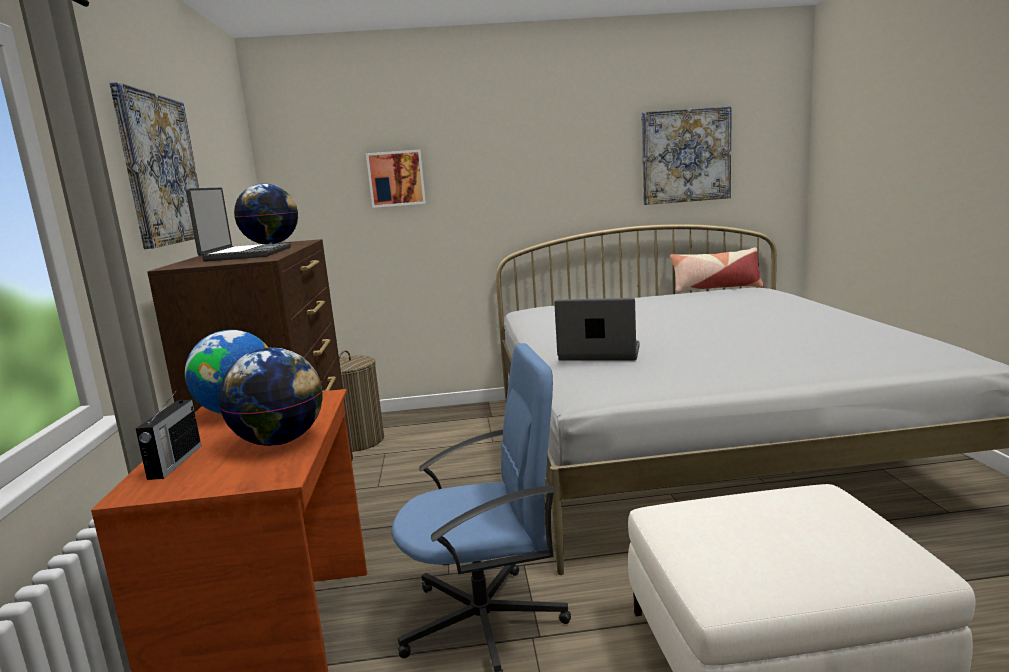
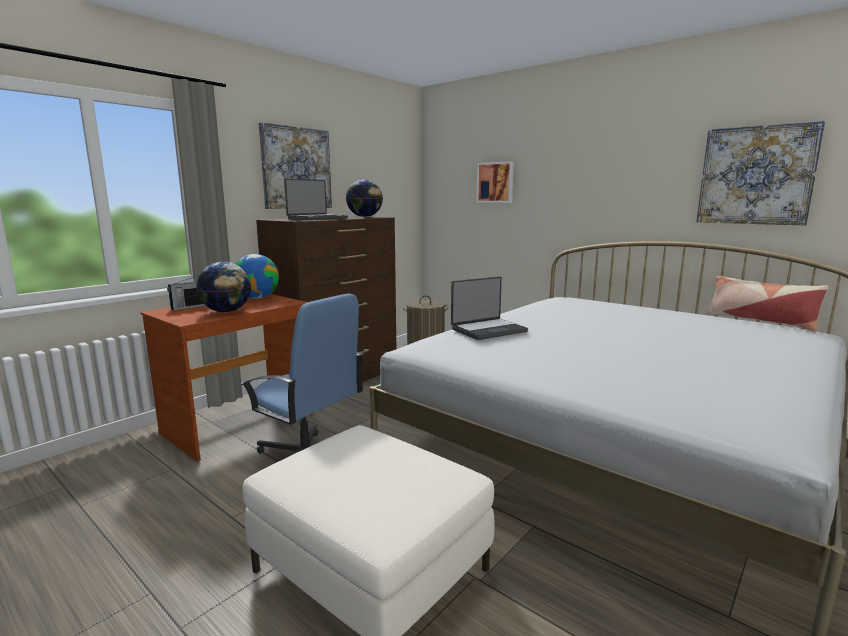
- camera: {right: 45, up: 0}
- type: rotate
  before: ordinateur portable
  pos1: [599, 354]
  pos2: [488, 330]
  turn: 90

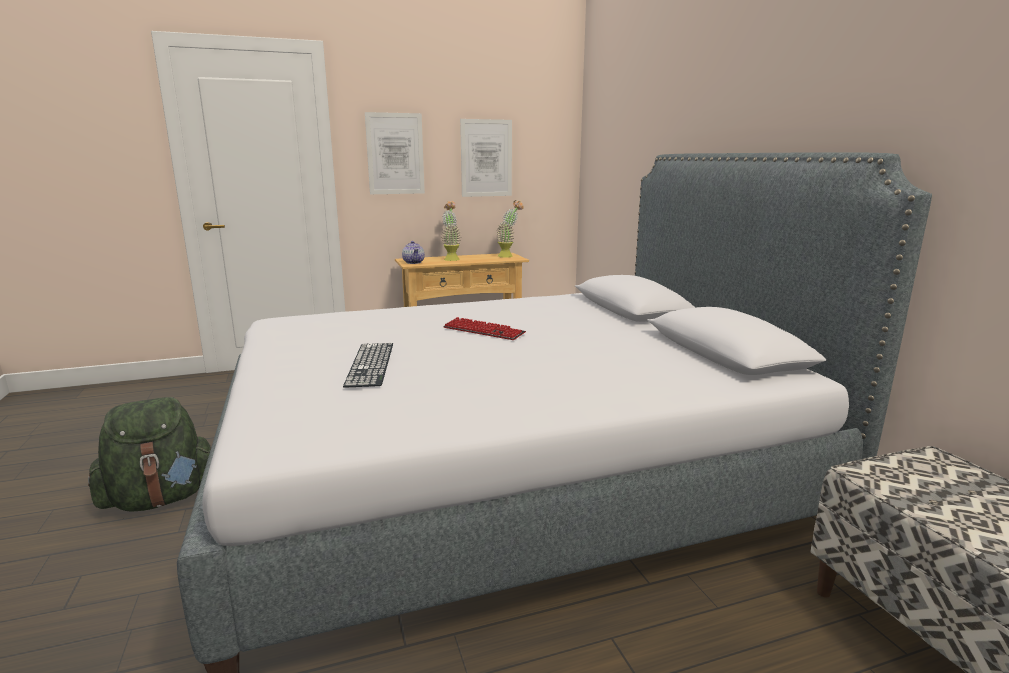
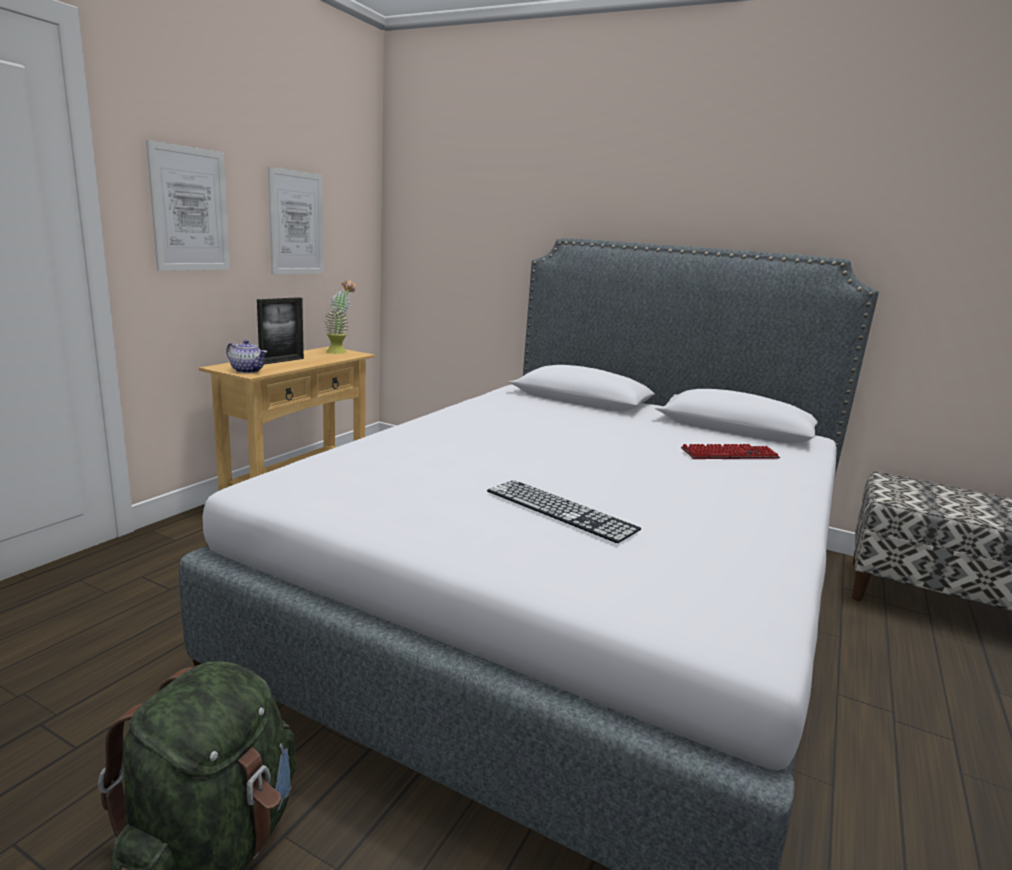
- camera: {right: -45, up: 0}
- type: replace
  before: plante en pot
  after: cadre photo
  pos1: [451, 259]
  pos2: [282, 361]
- type: move
  before: clavier
  pos1: [483, 331]
  pos2: [729, 454]

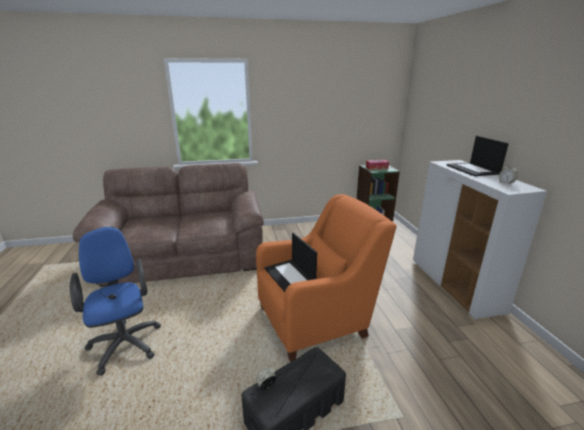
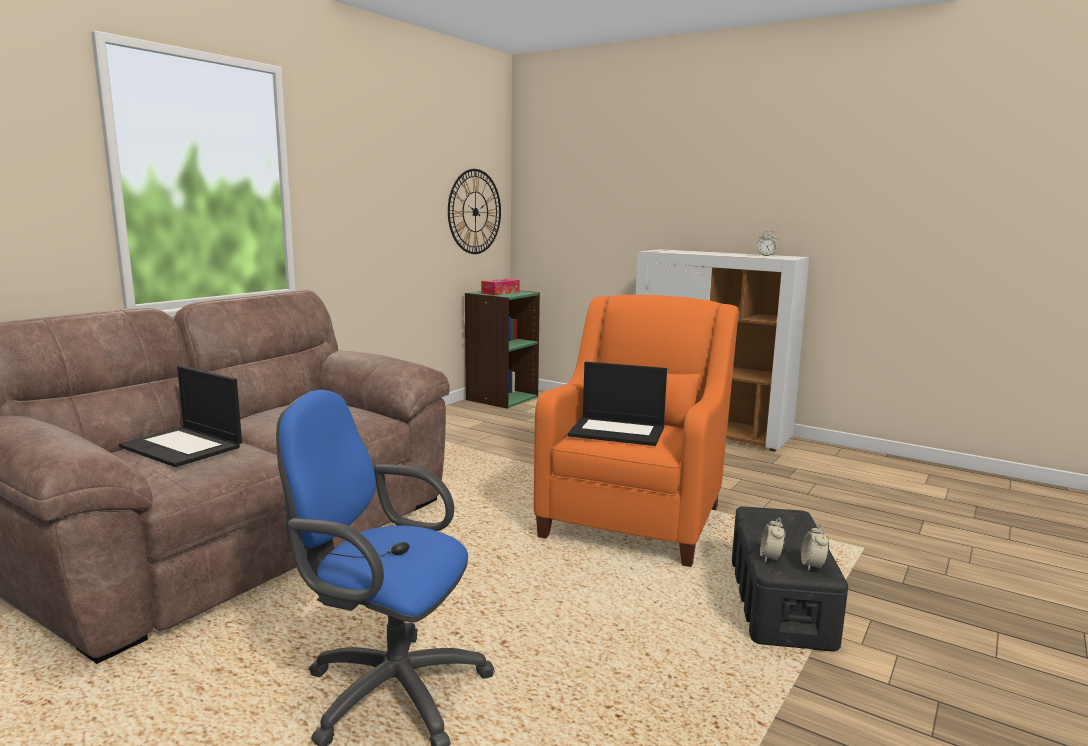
- camera: {right: -45, up: -10}
- type: move
  before: ordinateur portable
  pos1: [473, 169]
  pos2: [183, 447]
- type: insert
  after: horloge murale
  pos2: [475, 212]
- type: insert
  after: réveil
  pos2: [813, 565]

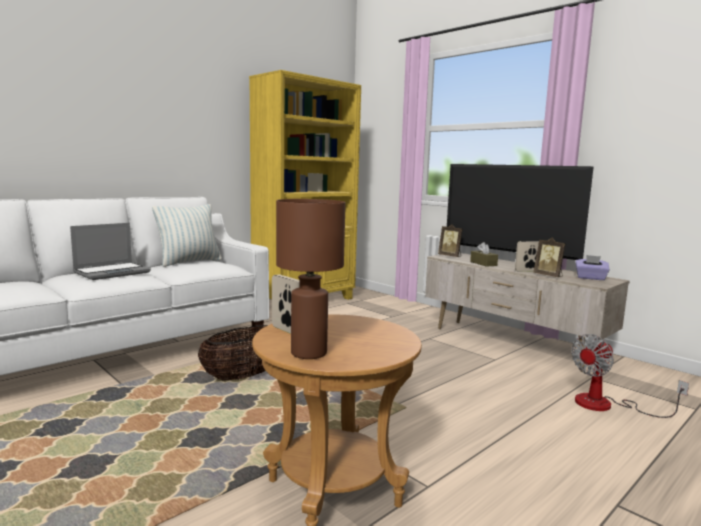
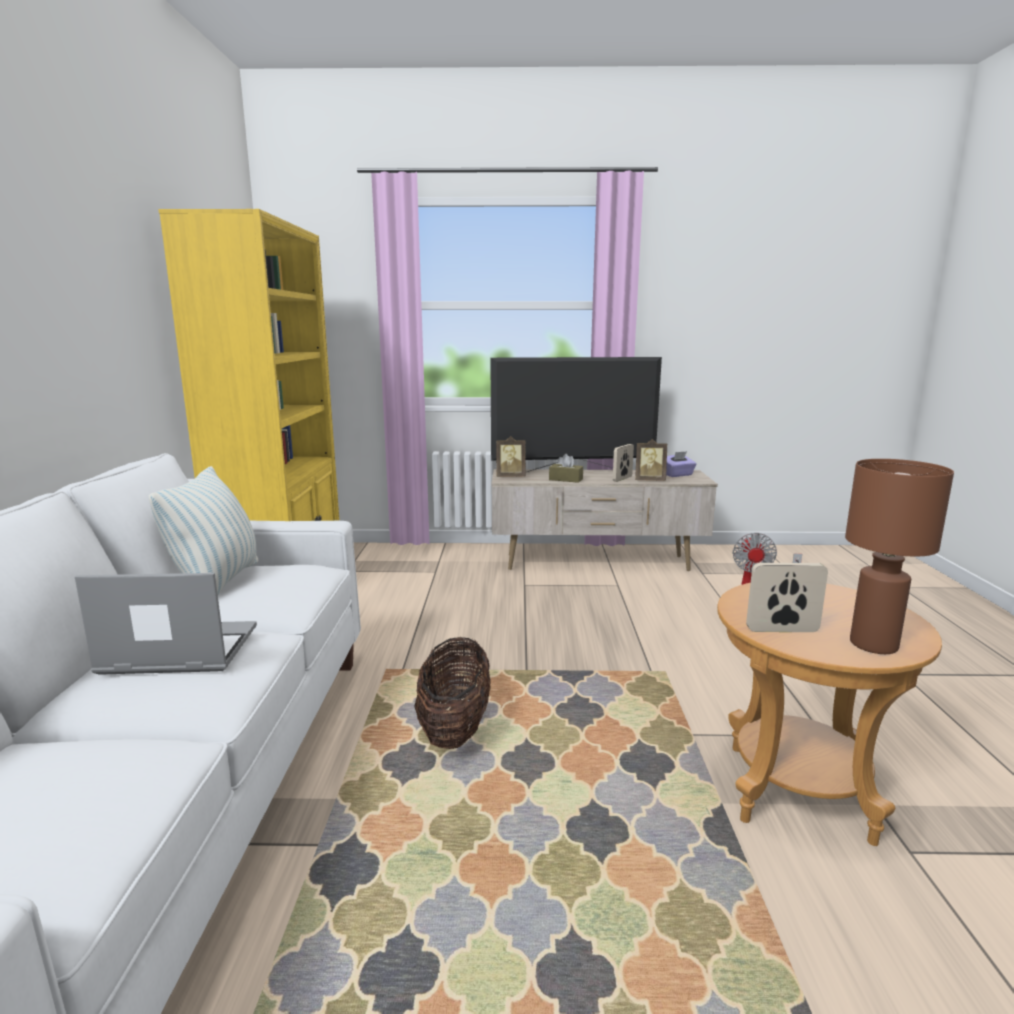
- camera: {right: -45, up: 5}
- type: rotate
  before: ordinateur portable
  pos1: [112, 272]
  pos2: [177, 652]
  turn: -90

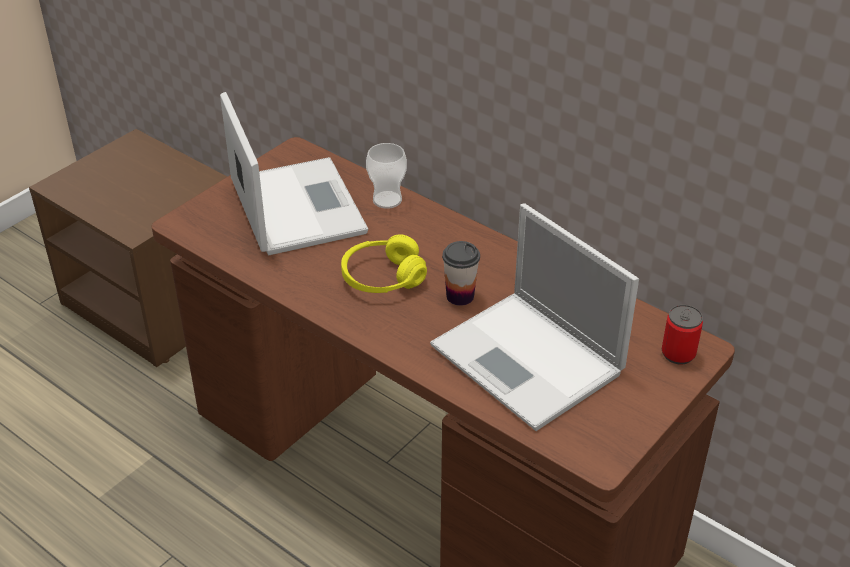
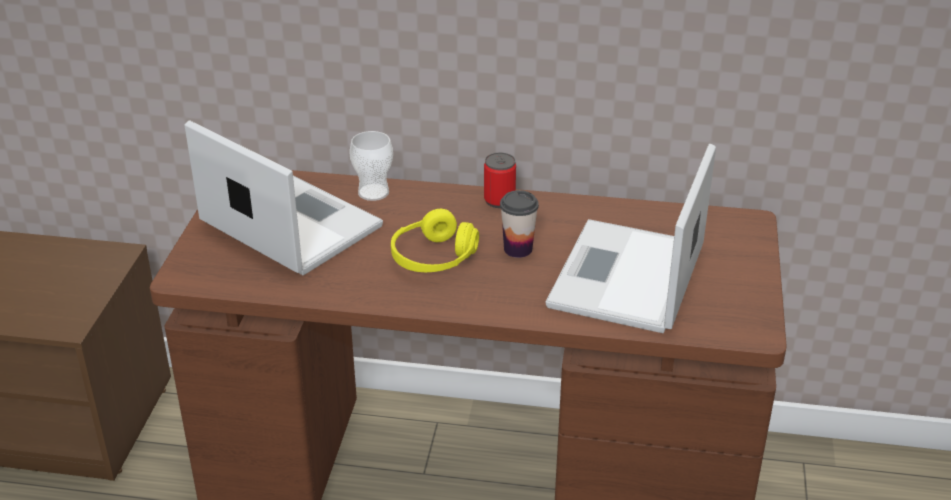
- camera: {right: -30, up: -5}
- type: rotate
  before: ordinateur portable
  pos1: [529, 361]
  pos2: [627, 279]
  turn: 90
- type: move
  before: boîte métallique
  pos1: [678, 353]
  pos2: [499, 200]

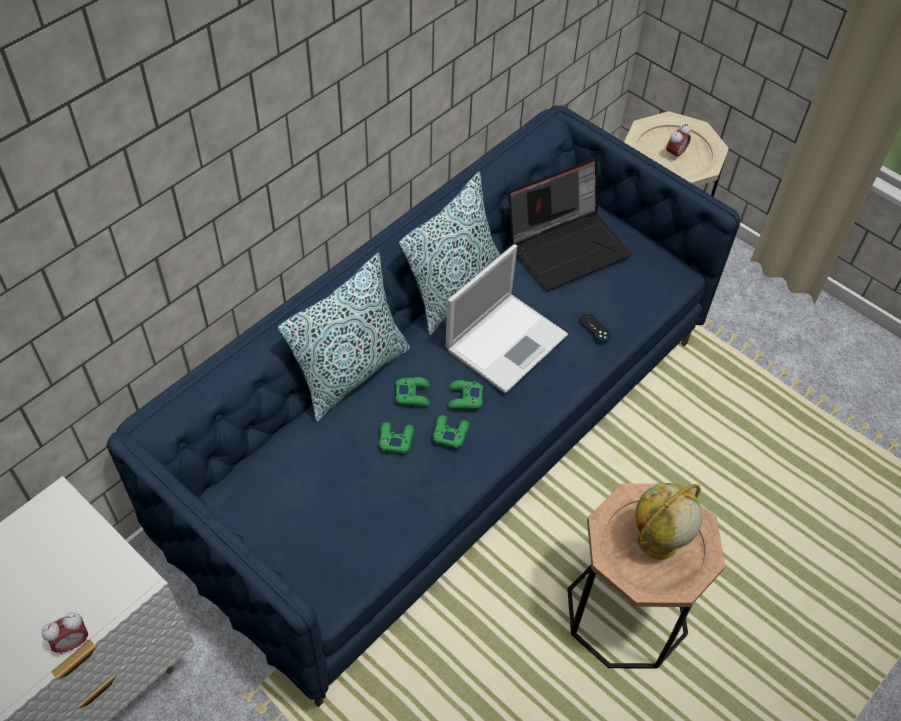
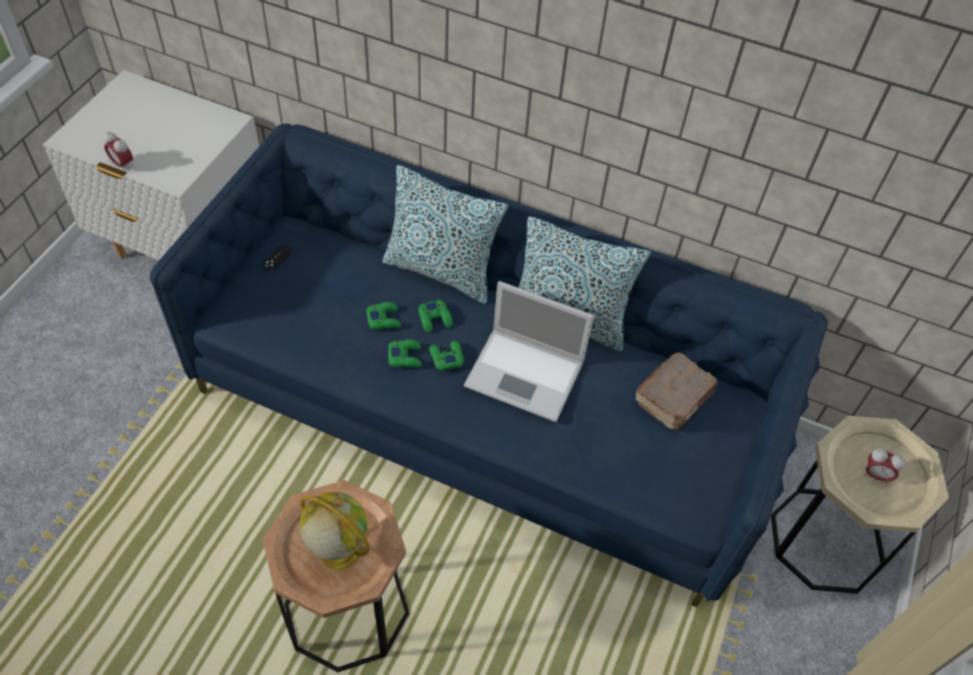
- camera: {right: 70, up: 0}
- type: replace
  before: ordinateur portable
  after: livre (marron)
  pos1: [568, 246]
  pos2: [674, 398]
- type: move
  before: manette (noir)
  pos1: [595, 328]
  pos2: [276, 258]

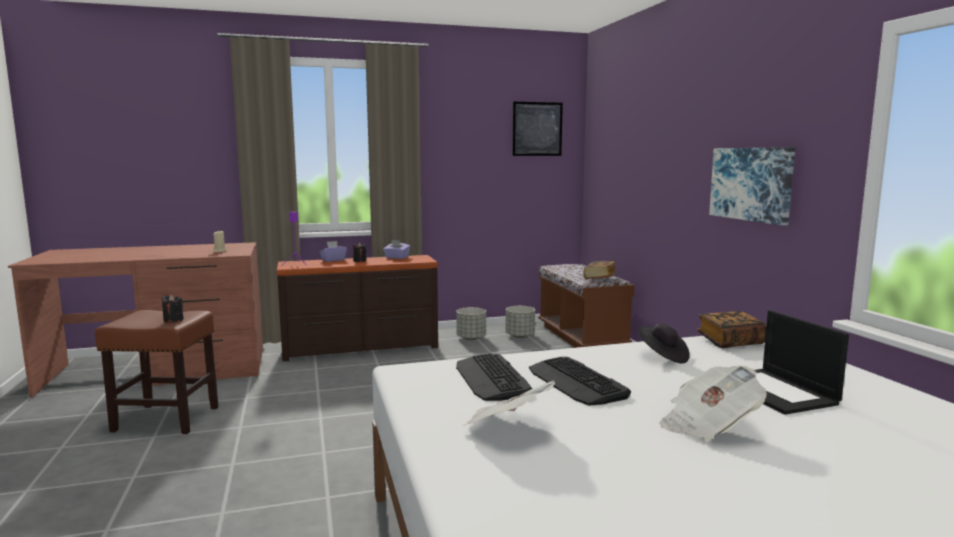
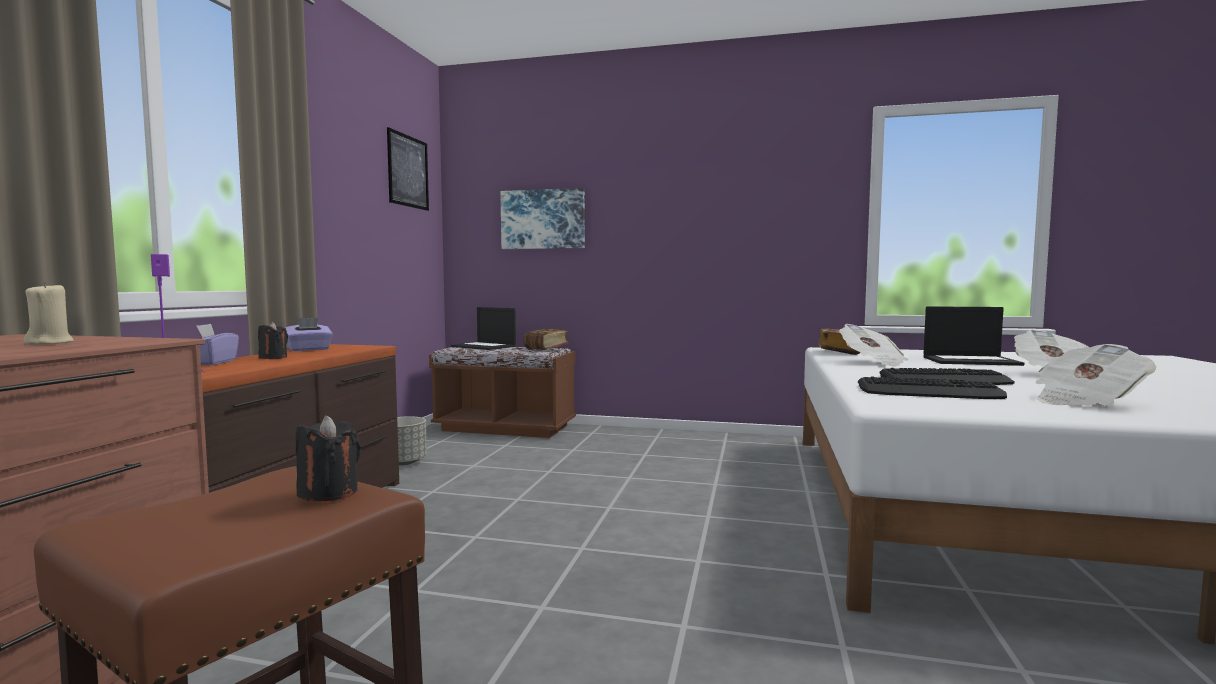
- camera: {right: -60, up: -5}
- type: move
  before: tableau
  pos1: [751, 184]
  pos2: [543, 219]
- type: delete
  before: cache-pot (gris)
  pos1: [520, 336]
- type: replace
  before: chapeau (noir)
  after: journal
  pos1: [662, 356]
  pos2: [872, 362]
- type: insert
  after: ordinateur portable
  pos2: [484, 346]

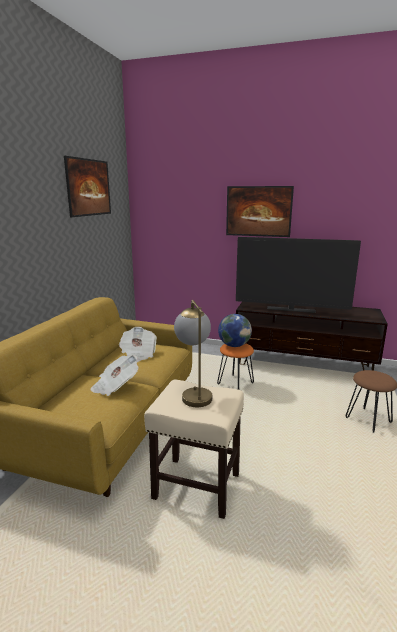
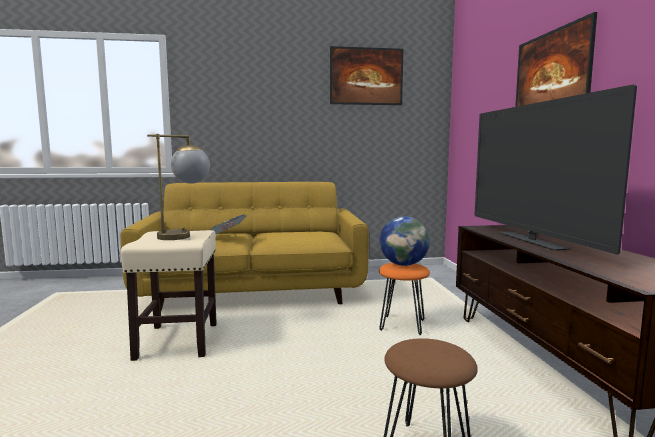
- camera: {right: 65, up: -10}
- type: delete
  before: journal
  pos1: [138, 354]

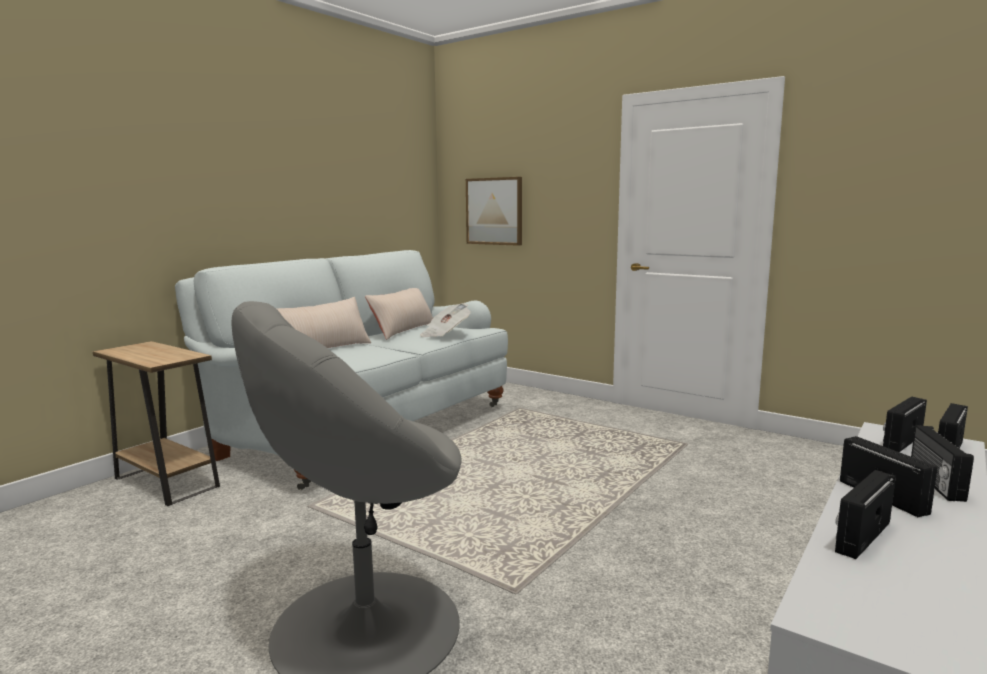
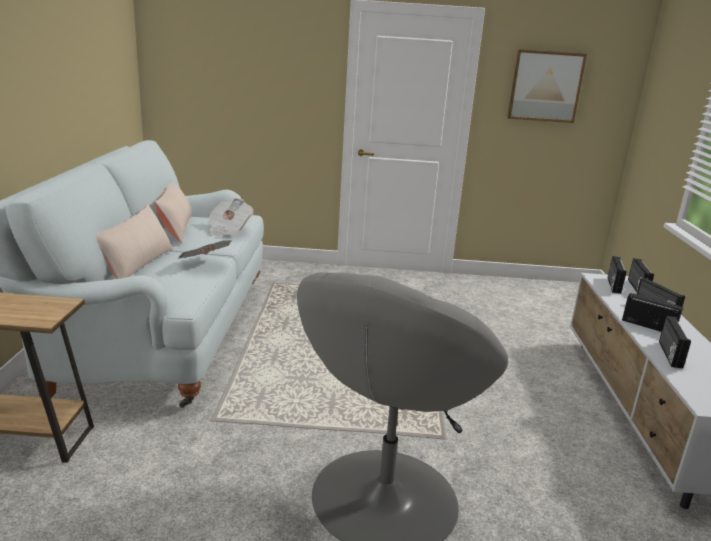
- camera: {right: -35, up: 10}
- type: move
  before: tableau
  pos1: [494, 211]
  pos2: [545, 86]
- type: insert
  after: journal
  pos2: [205, 263]

